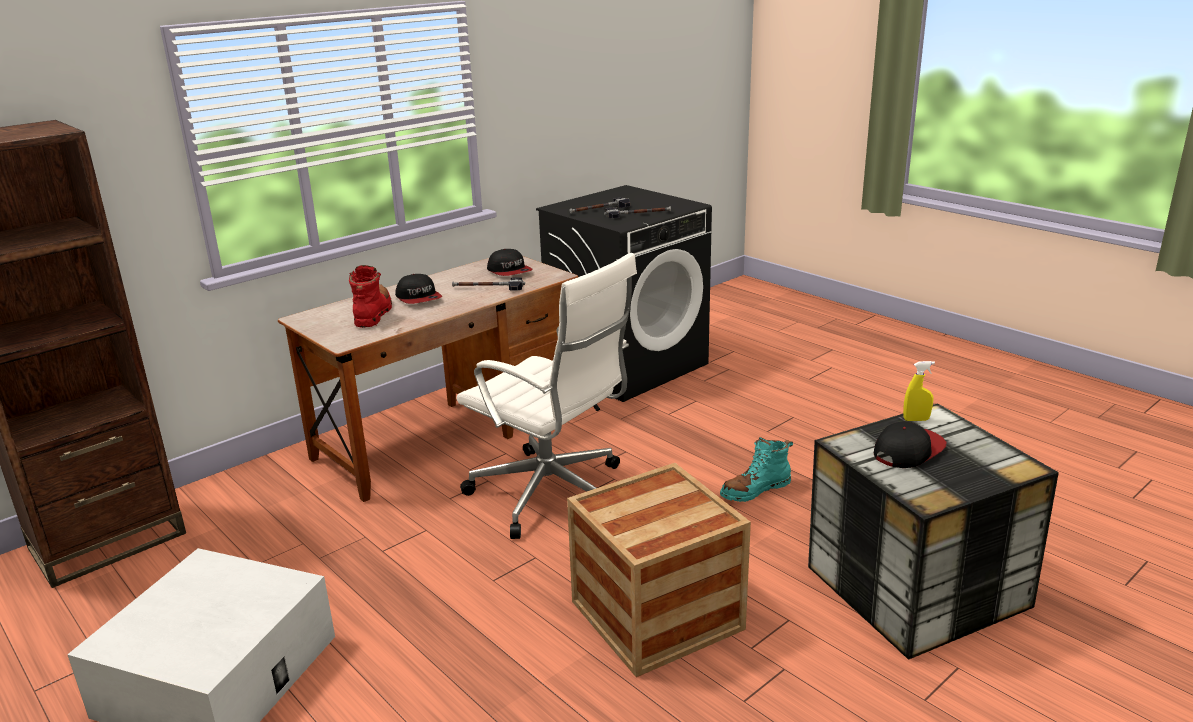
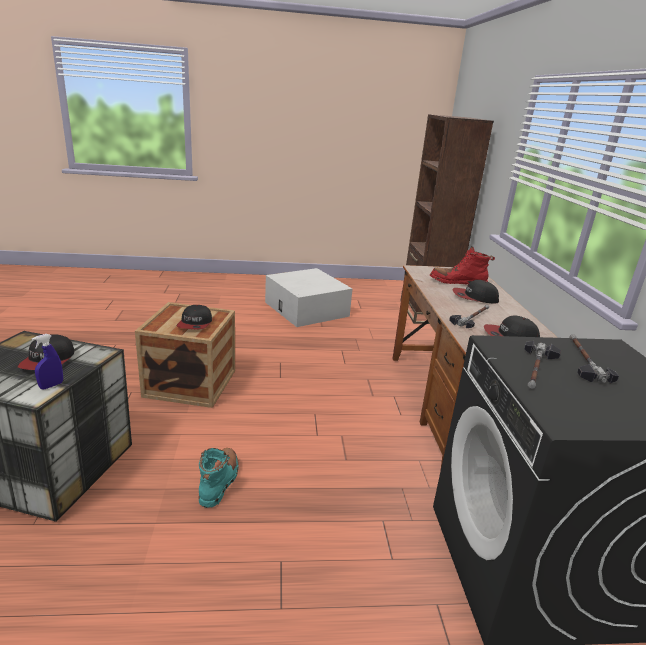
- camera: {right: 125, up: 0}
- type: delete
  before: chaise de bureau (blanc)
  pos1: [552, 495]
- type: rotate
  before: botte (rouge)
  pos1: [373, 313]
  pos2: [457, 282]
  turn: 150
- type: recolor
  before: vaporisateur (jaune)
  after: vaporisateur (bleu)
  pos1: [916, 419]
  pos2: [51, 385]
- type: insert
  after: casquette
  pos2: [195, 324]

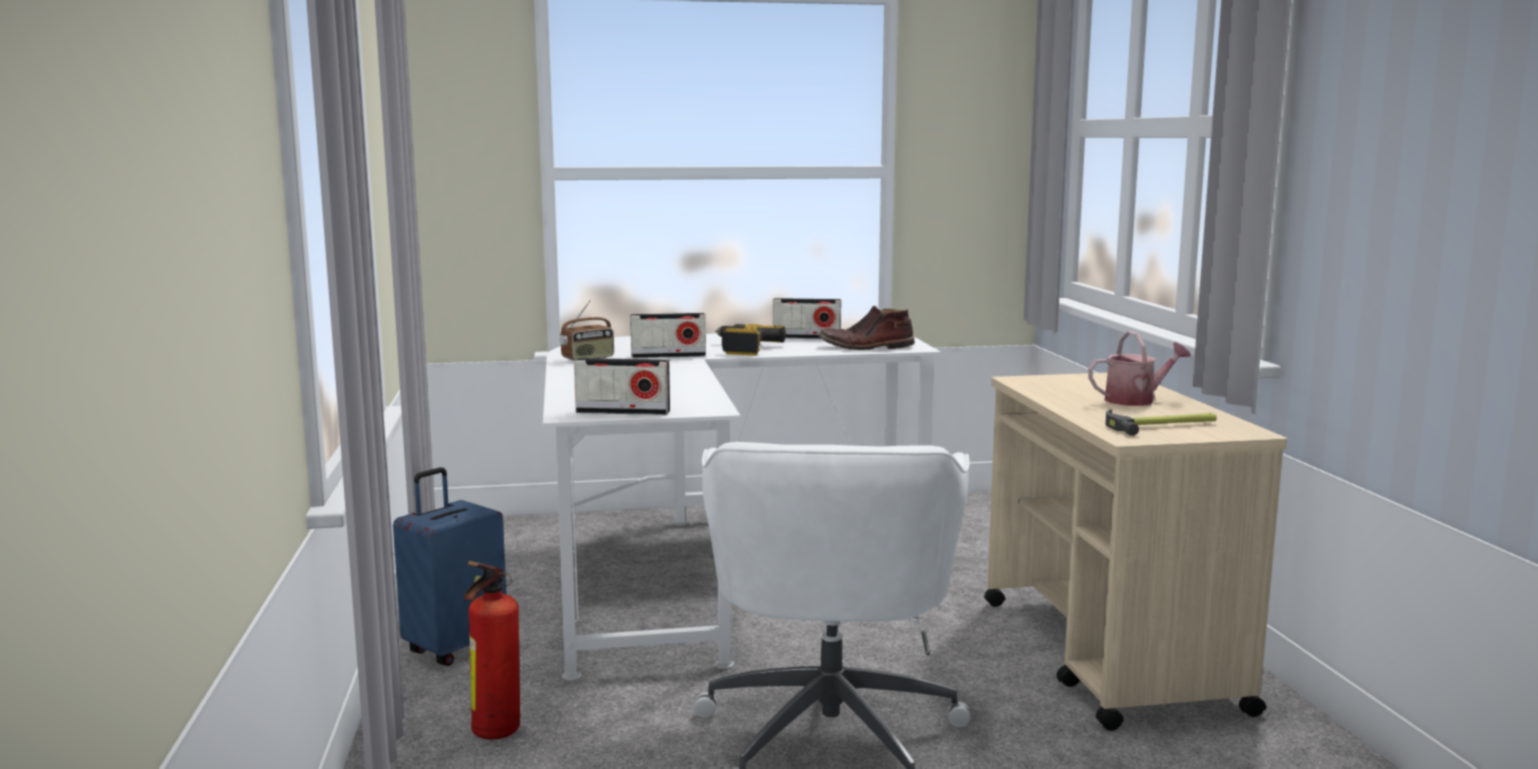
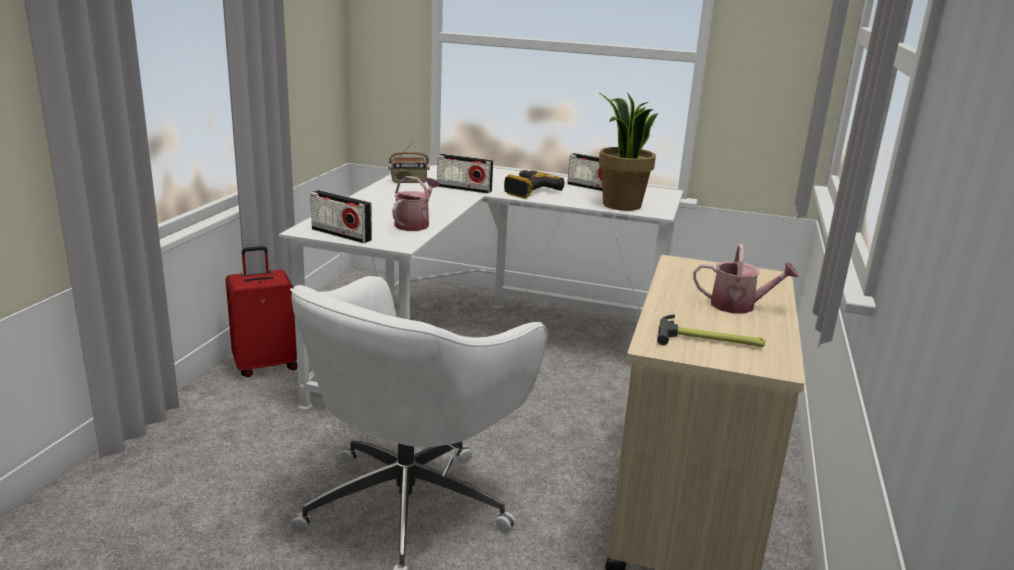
- camera: {right: 25, up: 10}
- type: replace
  before: botte (marron)
  after: plante en pot
  pos1: [866, 347]
  pos2: [621, 205]
- type: recolor
  before: valise (bleu)
  after: valise (rouge)
  pos1: [455, 648]
  pos2: [265, 365]
- type: delete
  before: extincteur
  pos1: [492, 735]
- type: insert
  after: arrosoir
  pos2: [414, 224]

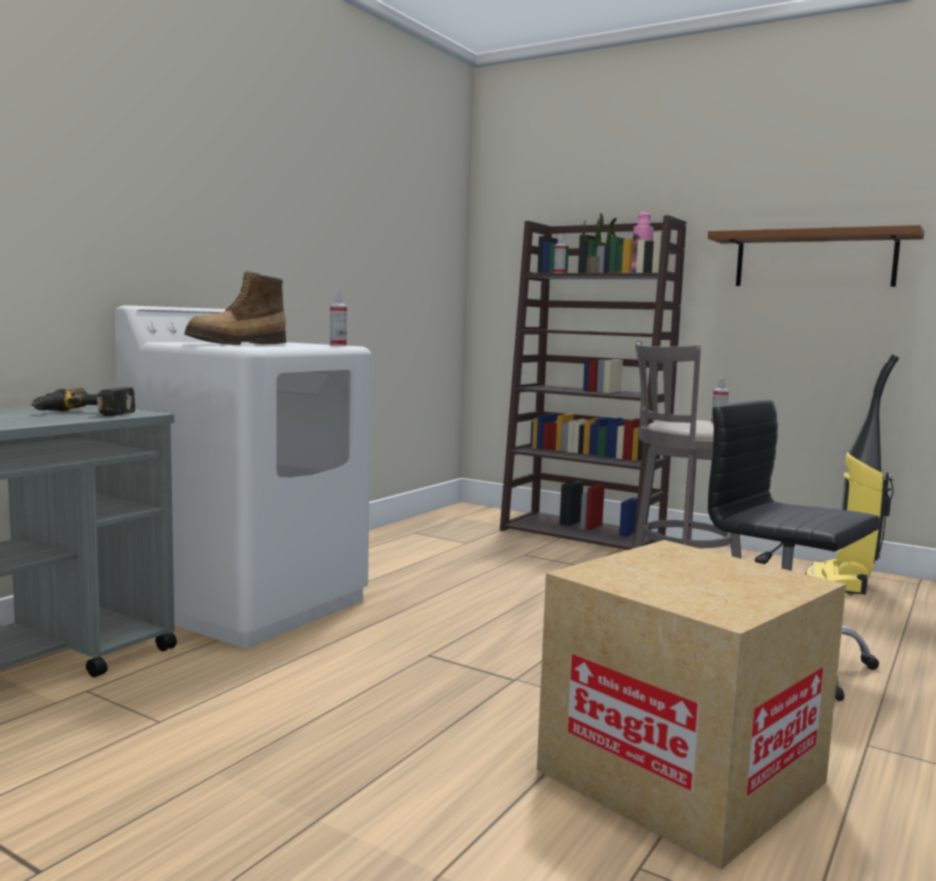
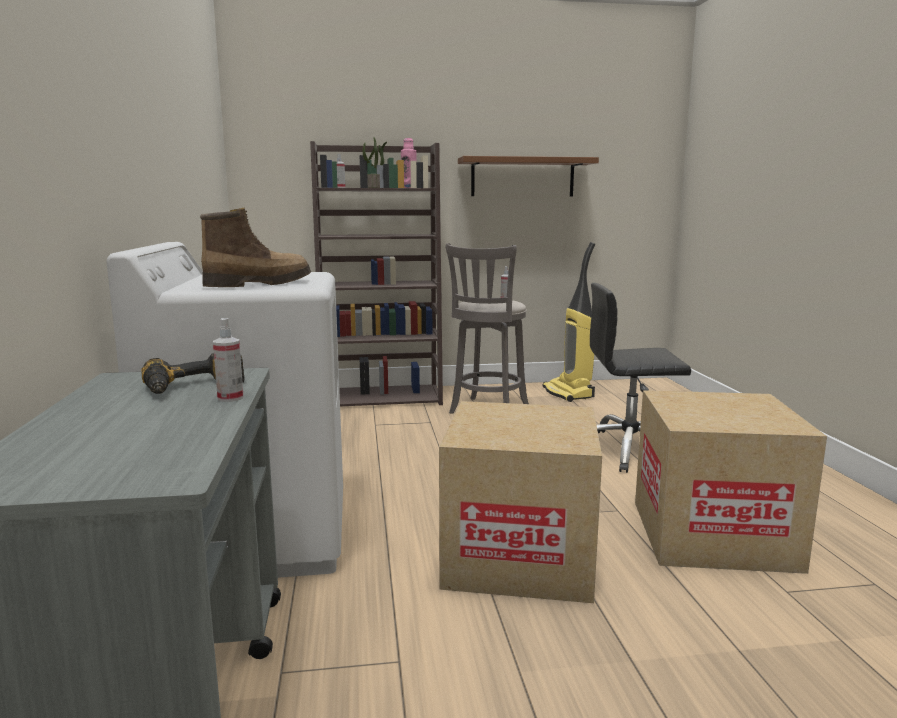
- camera: {right: -40, up: 5}
- type: rotate
  before: botte
  pos1: [238, 344]
  pos2: [258, 284]
  turn: -135
- type: move
  before: vaporisateur
  pos1: [338, 345]
  pos2: [230, 398]
- type: insert
  after: carton
  pos2: [519, 556]

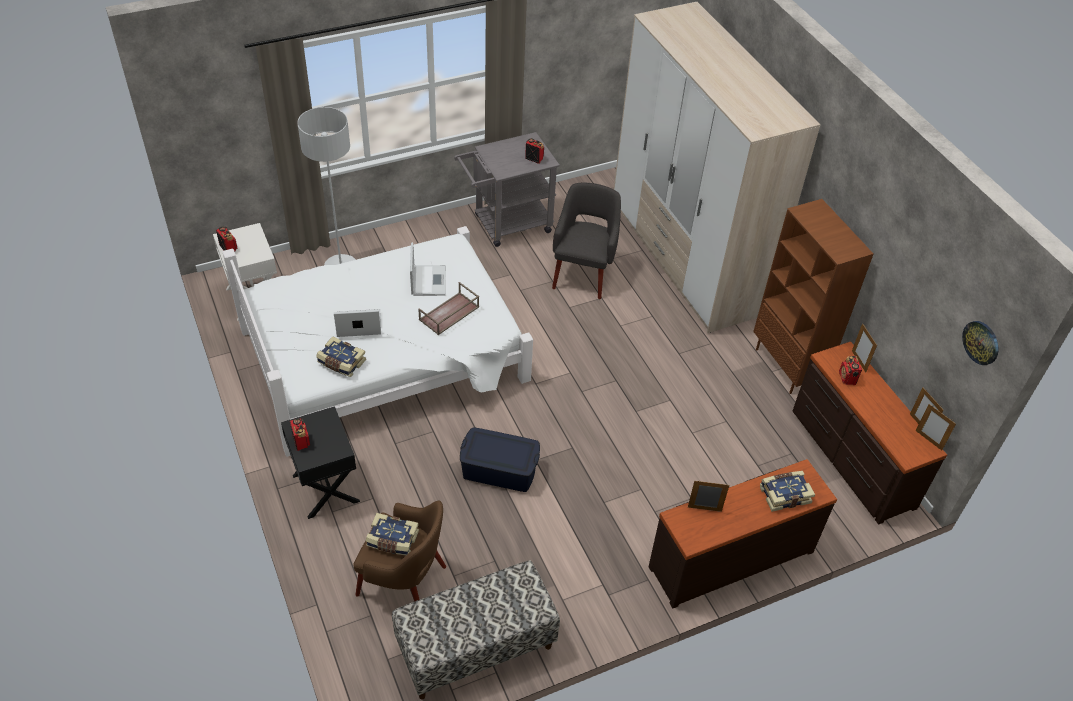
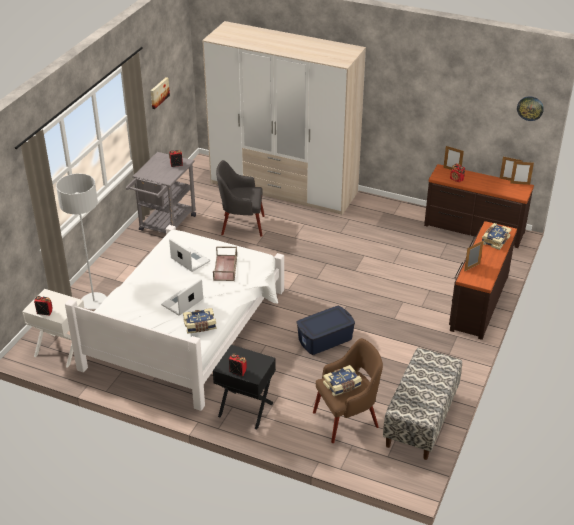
- camera: {right: -40, up: -10}
- type: rotate
  before: fauteuil (gris)
  pos1: [583, 274]
  pos2: [241, 225]
  turn: -60
- type: delete
  before: bibliothèque (marron)
  pos1: [786, 367]
- type: insert
  after: tableau
  pos2: [159, 92]

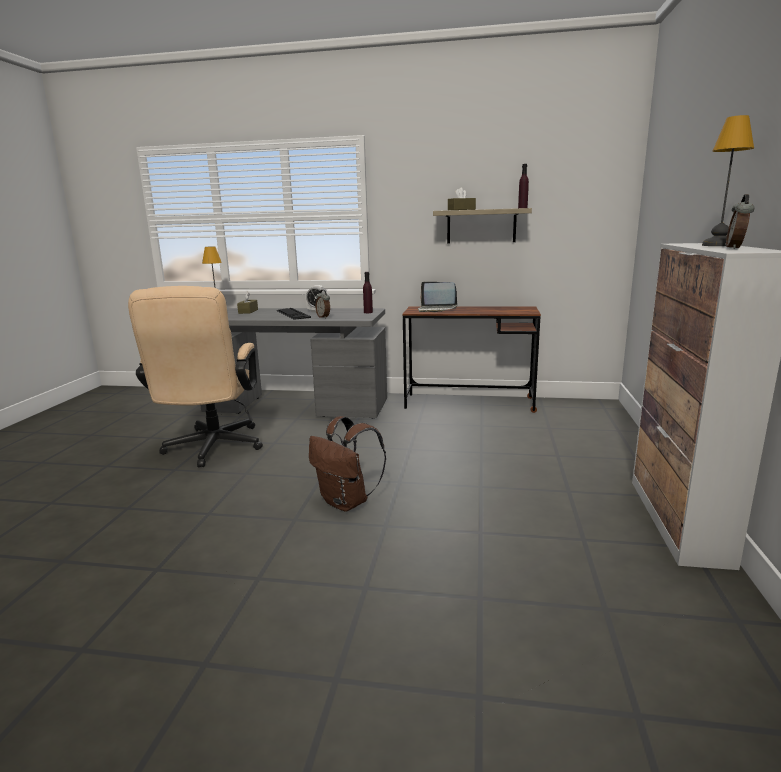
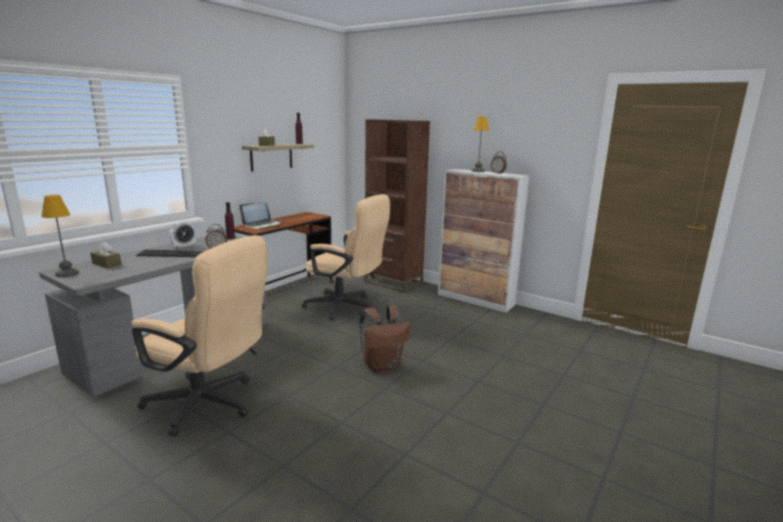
- camera: {right: -65, up: 0}
- type: insert
  after: bibliothèque (marron)
  pos2: [393, 282]
- type: insert
  after: chaise de bureau (beige)
  pos2: [346, 307]

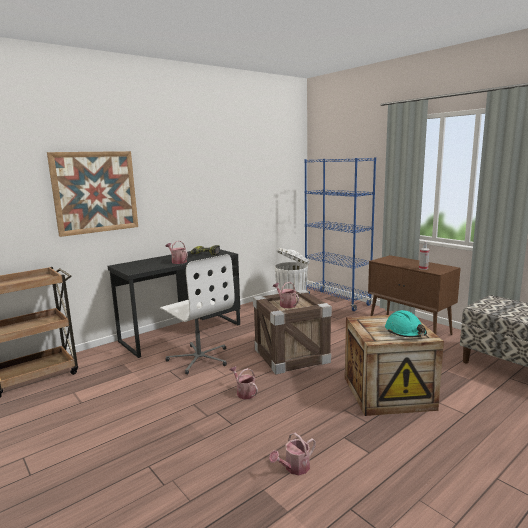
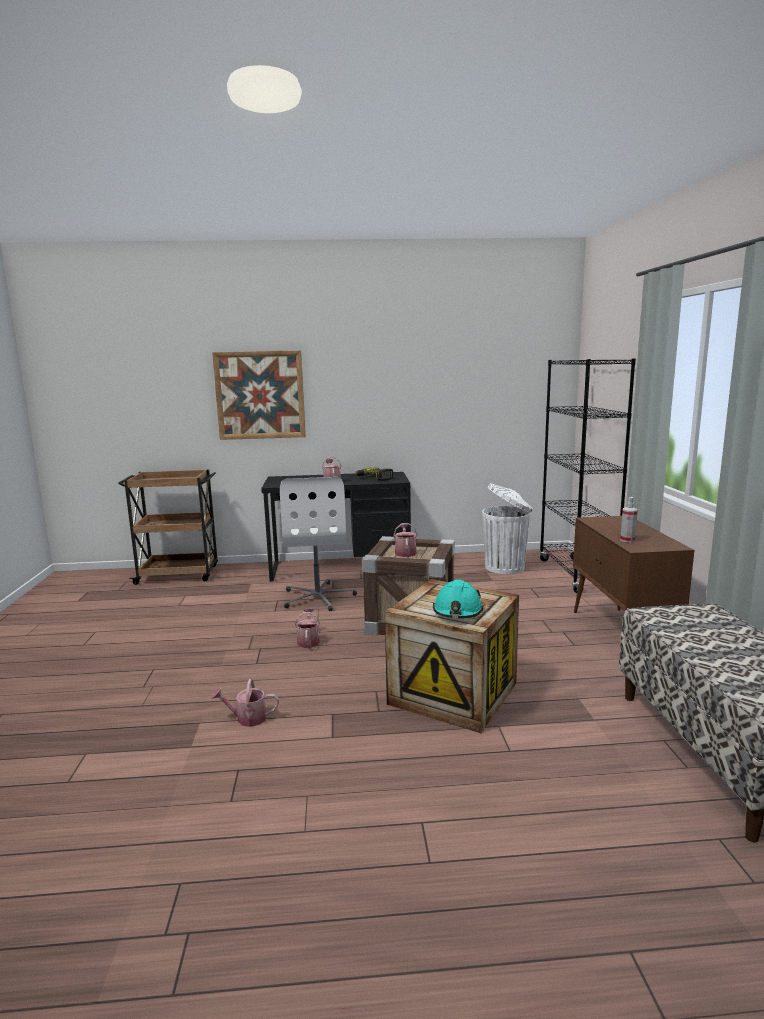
- camera: {right: 35, up: 0}
- type: recolor
  before: bibliothèque (bleu)
  after: bibliothèque (noir)
  pos1: [337, 300]
  pos2: [576, 575]

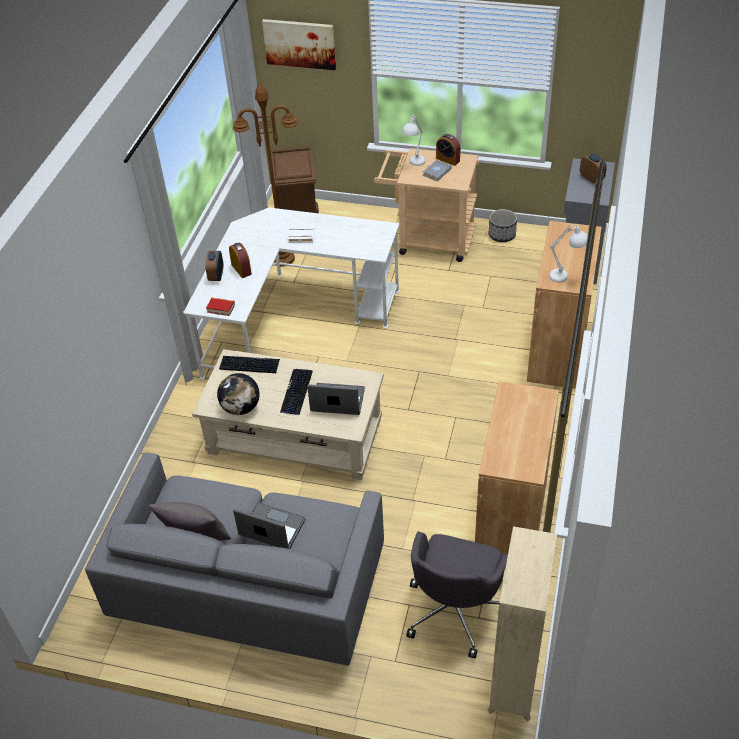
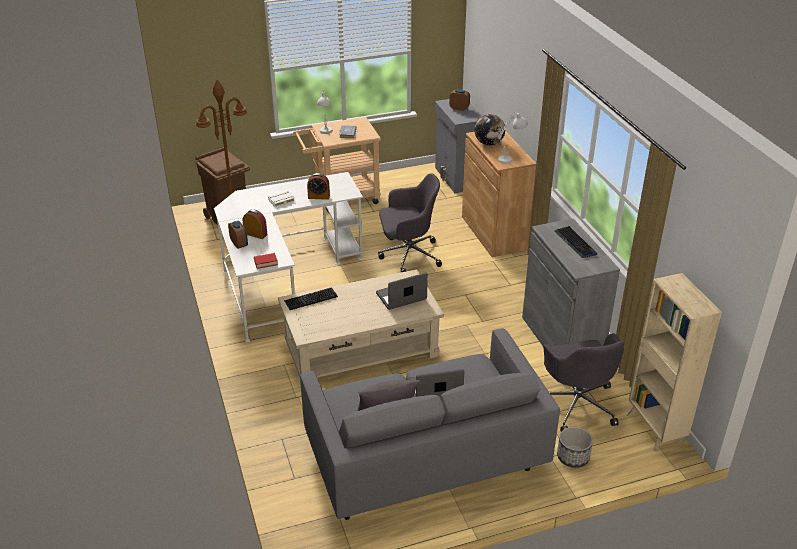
- camera: {right: -35, up: -10}
- type: delete
  before: tableau
  pos1: [300, 43]
- type: move
  before: réveil
  pos1: [448, 159]
  pos2: [318, 196]
- type: move
  before: cache-pot
  pos1: [501, 235]
  pos2: [573, 457]
- type: move
  before: clavier
  pos1: [296, 392]
  pos2: [575, 243]
- type: move
  before: globe
  pos1: [241, 408]
  pos2: [489, 143]
- type: recolor
  before: meuble de rangement (marron)
  after: meuble de rangement (gris)
  pos1: [511, 522]
  pos2: [561, 339]
- type: insert
  after: chaise de bureau (gris)
  pos2: [408, 255]

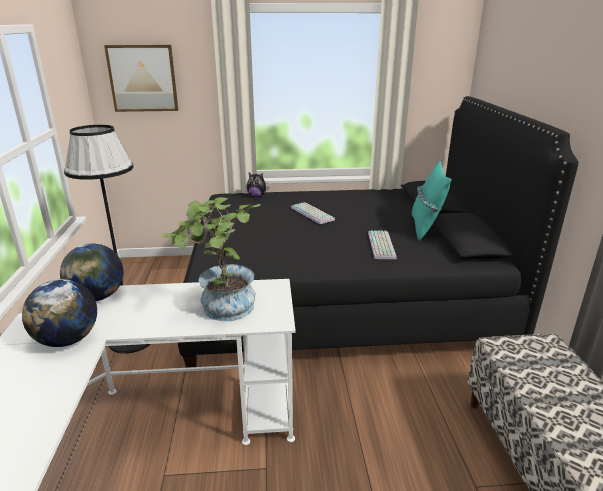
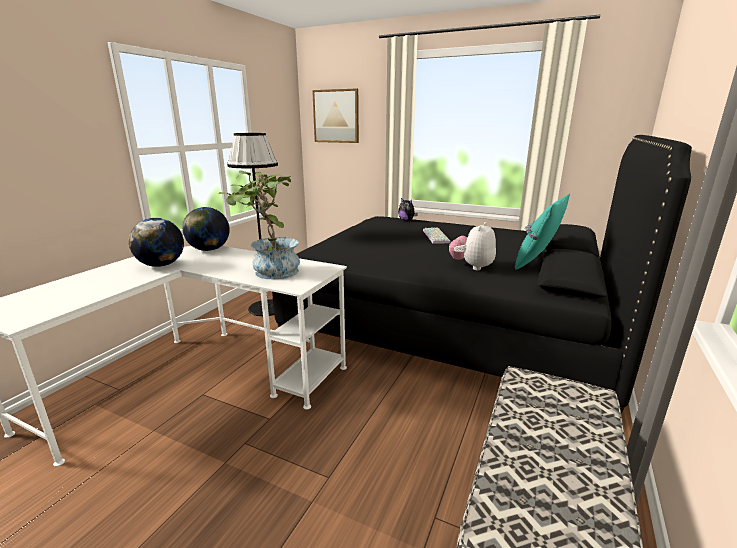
- camera: {right: 30, up: -5}
- type: replace
  before: clavier
  after: peluche
  pos1: [382, 245]
  pos2: [472, 266]

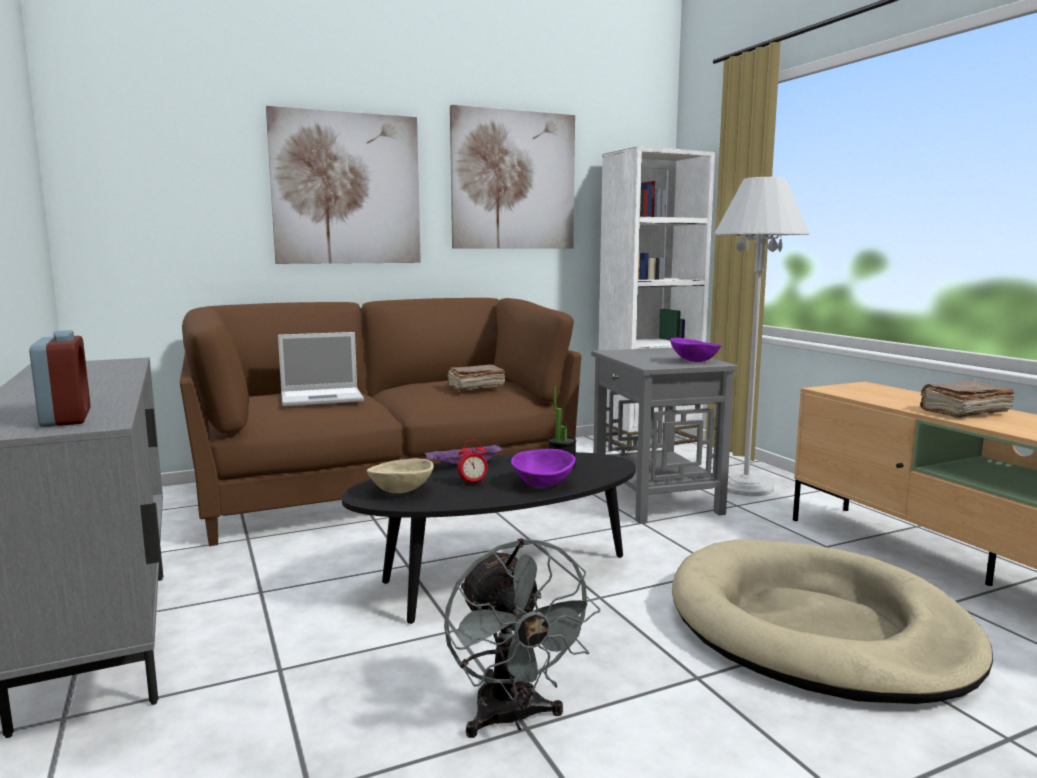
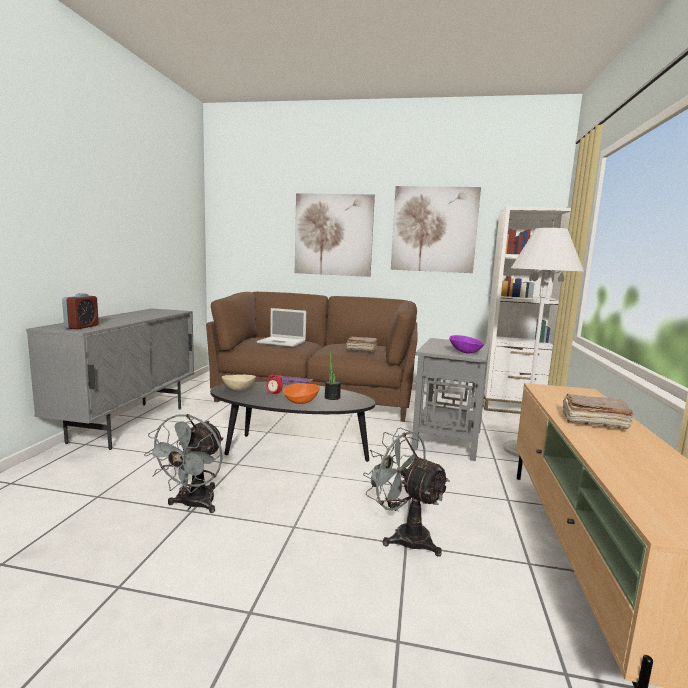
- camera: {right: 35, up: 0}
- type: recolor
  before: bol (violet)
  after: bol (orange)
  pos1: [543, 484]
  pos2: [301, 402]
- type: replace
  before: panier pour chien (beige)
  after: ventilateur (gris)
  pos1: [816, 628]
  pos2: [404, 535]

